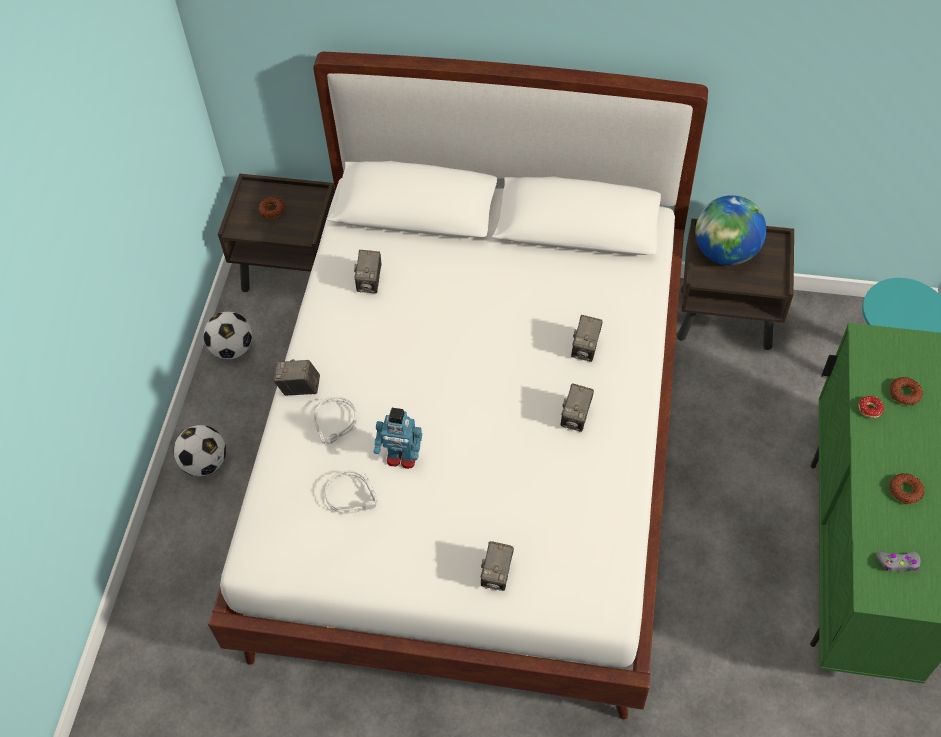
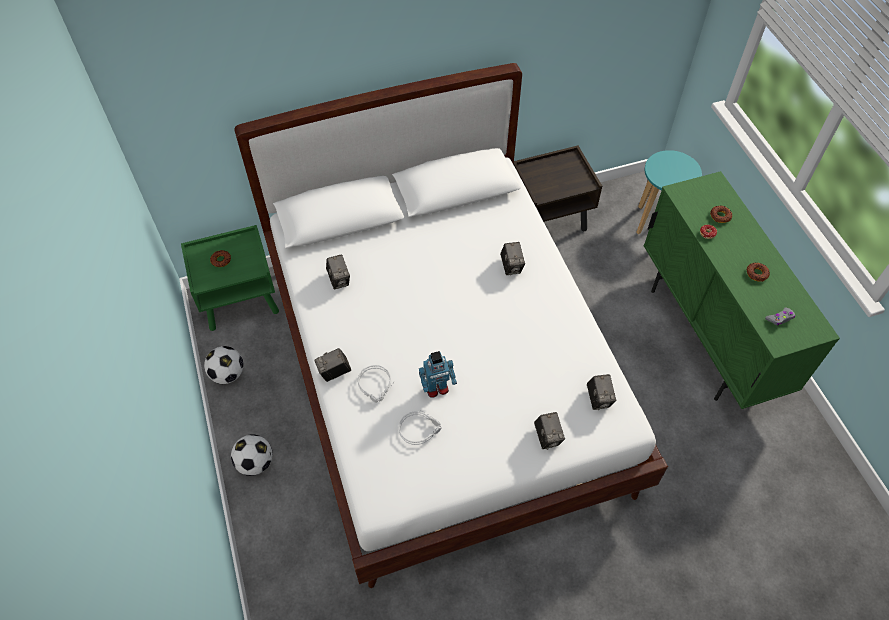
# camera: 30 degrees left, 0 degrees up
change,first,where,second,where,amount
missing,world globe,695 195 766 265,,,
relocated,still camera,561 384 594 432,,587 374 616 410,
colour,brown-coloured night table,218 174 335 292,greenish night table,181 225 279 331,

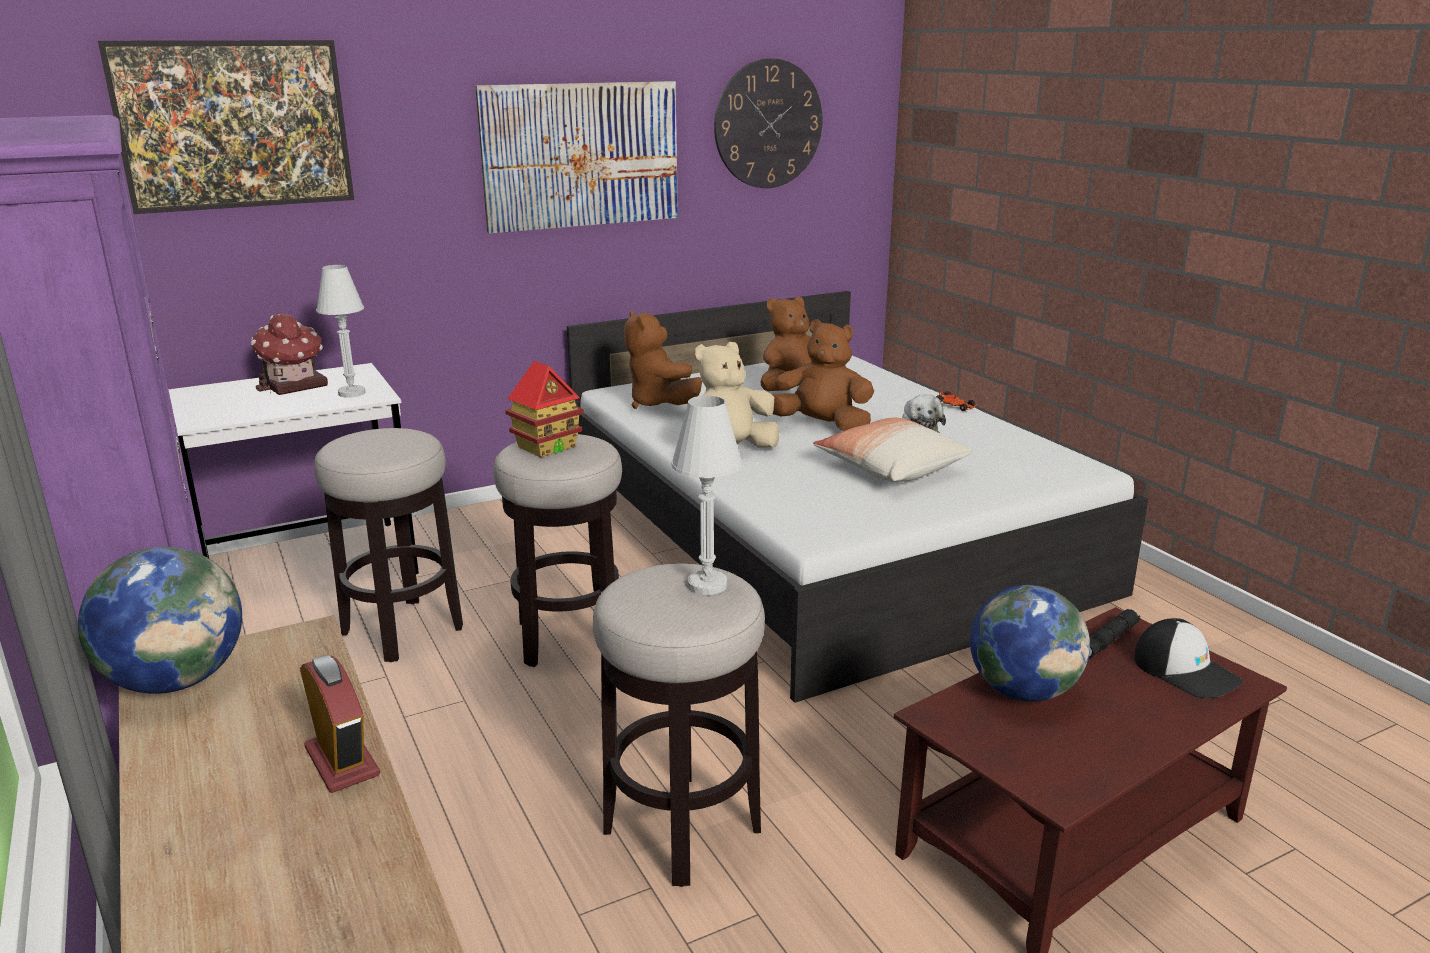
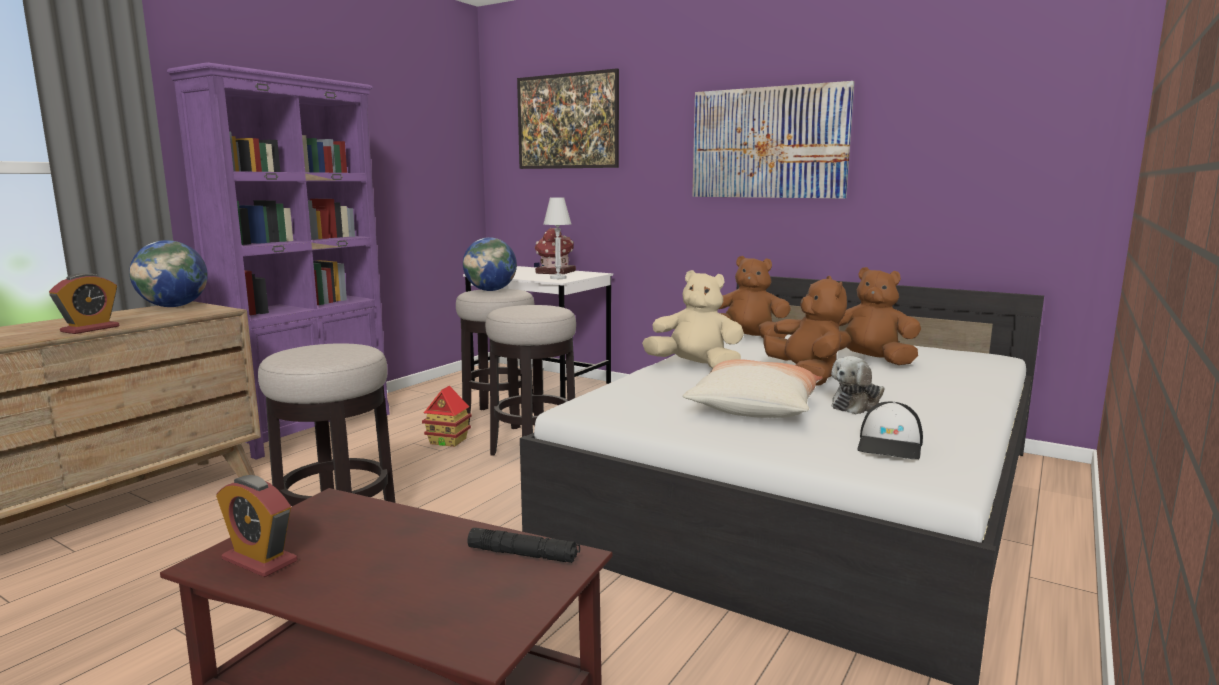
# camera: 60 degrees right, 10 degrees down
change,first,where,second,where,amount
missing,whitish table lamp,671 396 743 595,,,
missing,hanging clock,714 58 823 188,,,
missing,model car,936 391 977 411,,,
appeared,,,bedside clock,216 475 297 577,
relocated,miniature house,505 361 584 457,,422 386 472 447,
relocated,world globe,970 585 1090 702,,463 237 517 291,
relocated,cap,1134 618 1243 698,,857 402 923 459,
spun,brown-coloured cuddly toy,624 310 702 409,,719 256 791 338,75 degrees clockwise

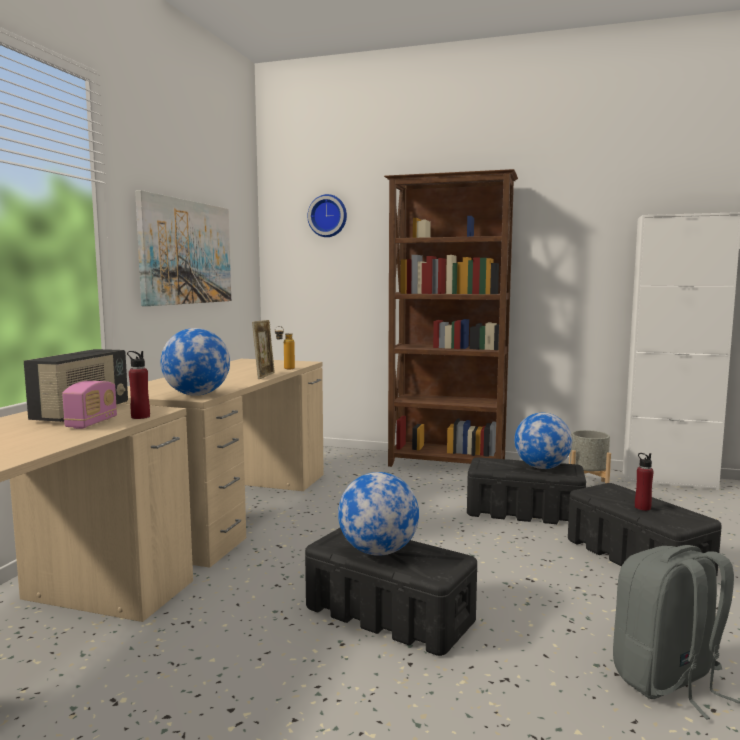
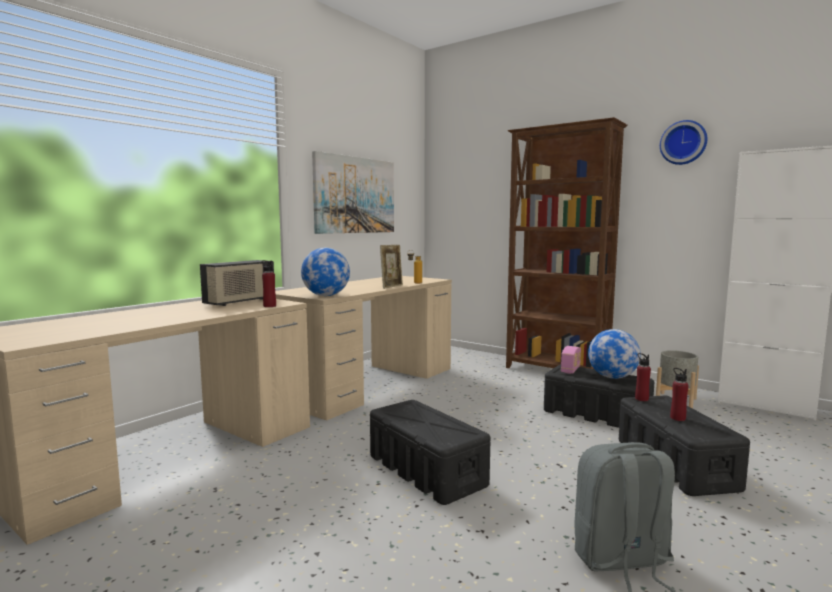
# camera: 20 degrees right, 0 degrees up
change,first,where,second,where,amount
missing,world globe,338 472 419 556,,,
appeared,,,reddish beverage bottle,635 353 651 401,
relocated,radio receiver,62 381 117 429,,561 346 581 374,
relocated,hanging clock,307 194 347 237,,660 120 707 165,

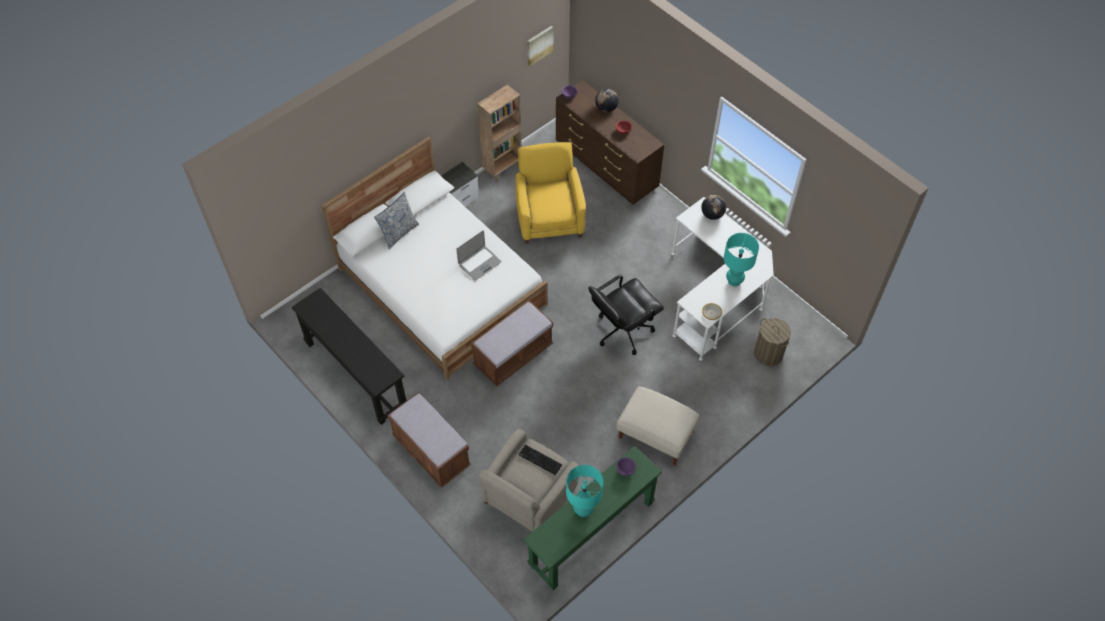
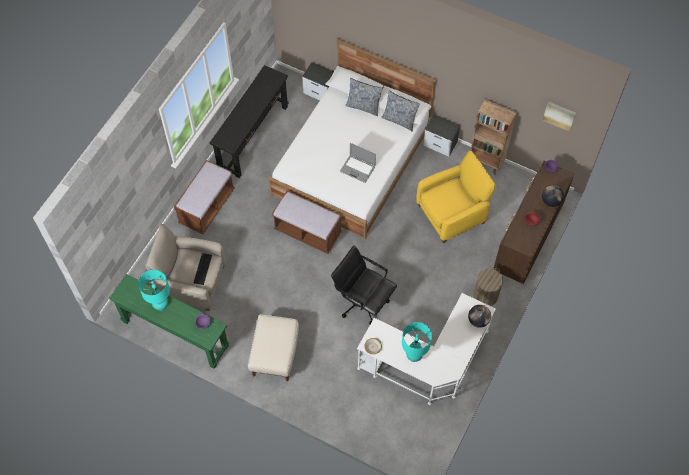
# camera: 70 degrees right, 5 degrees up
change,first,where,second,where,amount
appeared,,,night table,302 62 334 100,
appeared,,,cushion,381 91 420 132,
relocated,washing basket,754 318 791 366,,473 268 503 306,

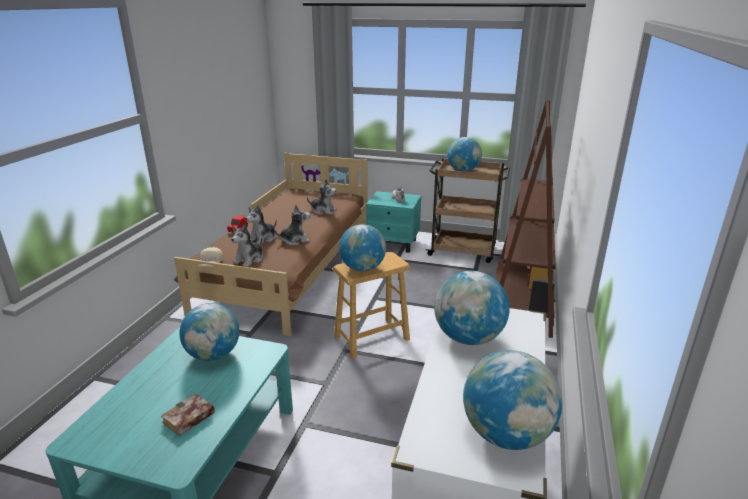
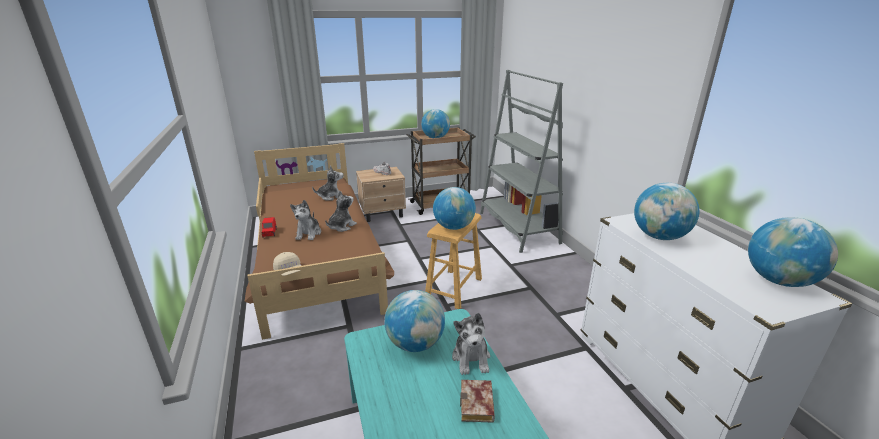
# camera: 35 degrees left, 0 degrees up
change,first,where,second,where,amount
relocated,cuddly toy,231 224 263 267,,452 313 490 375,
colour,turquoise-coloured night table,366 191 421 253,beige-coloured night table,356 167 406 222,
colour,brown-coloured shelving unit,495 100 556 338,grey shelving unit,480 70 563 253,

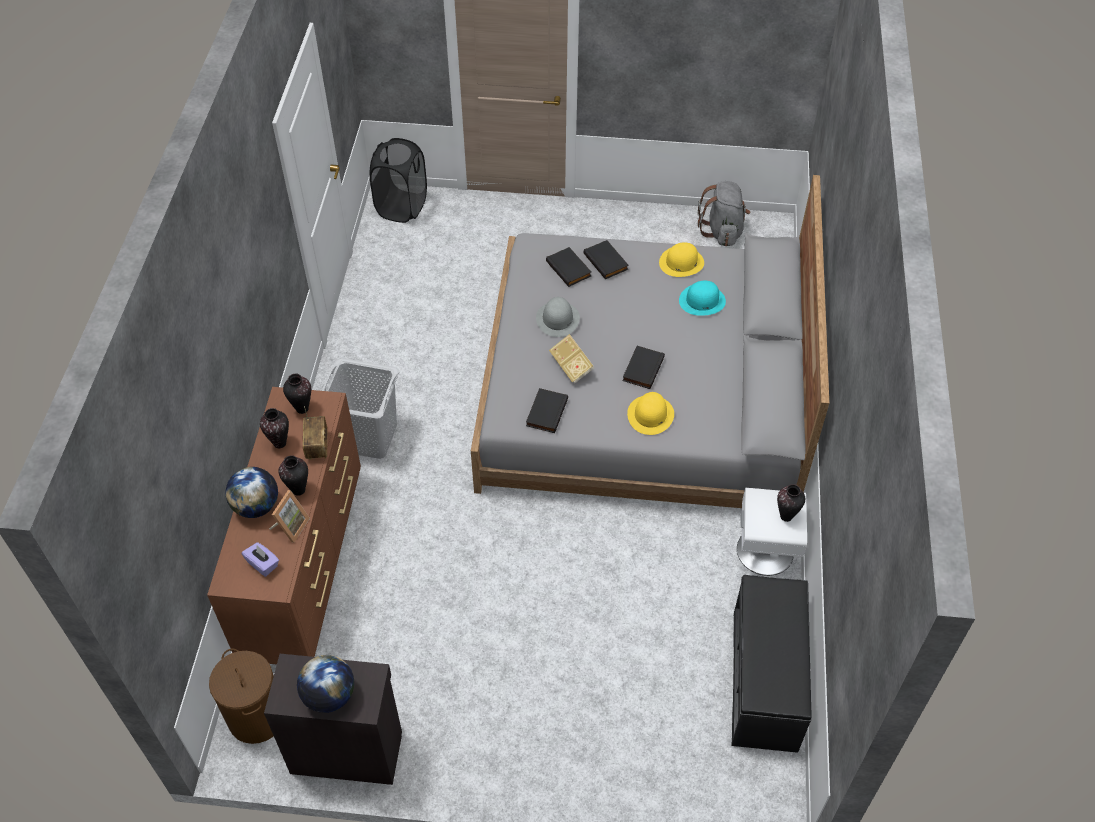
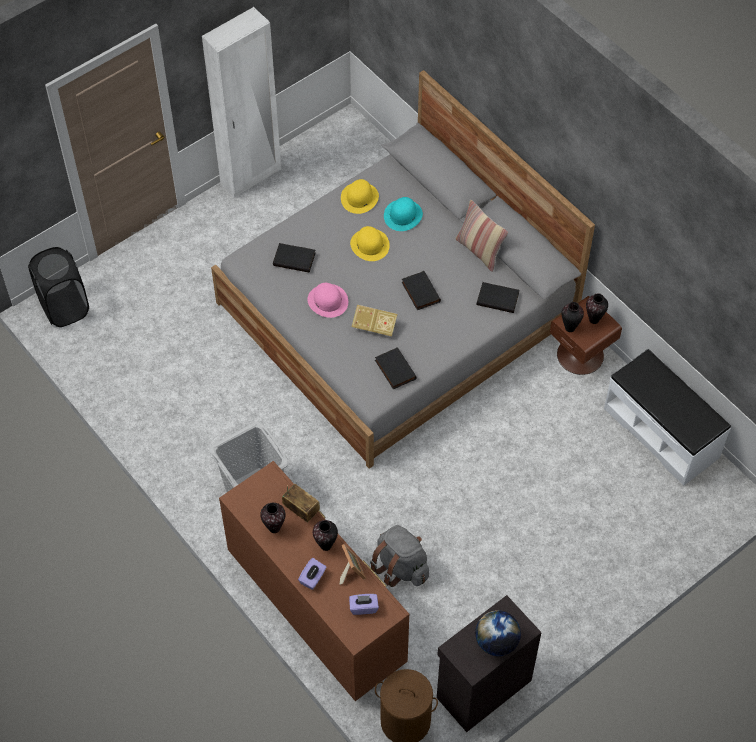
# camera: 45 degrees left, 5 degrees up
change,first,where,second,where,amount
appeared,,,whitish armoire,202 7 281 198,
appeared,,,cushion,455 200 508 272,
relocated,flower vase,283 374 311 414,,562 302 584 332,
relocated,black bound book,584 240 629 279,,477 282 519 313,
relocated,yellow clothing hat,627 392 674 435,,350 226 390 261,
relocated,grey backpack,698 181 750 246,,370 525 429 587,
exchanged,world globe,225 467 278 518,purple-coloured tissue box,298 558 326 590,
colour,grey clothing hat,536 297 580 337,pink-coloured clothing hat,307 283 348 318,
colour,black bench,731 575 812 753,whitish bench,604 349 731 486,
colour,whitish night table,737 488 807 576,brown-coloured night table,550 296 622 375,

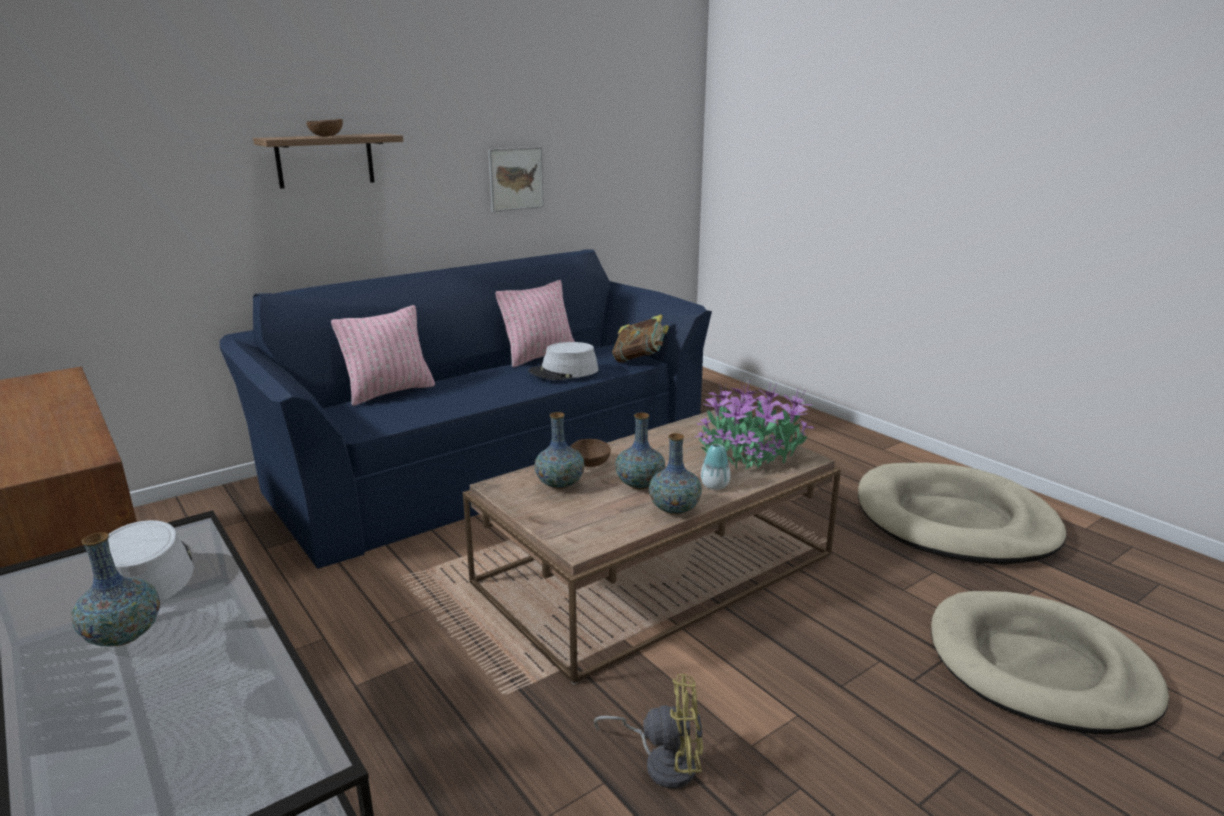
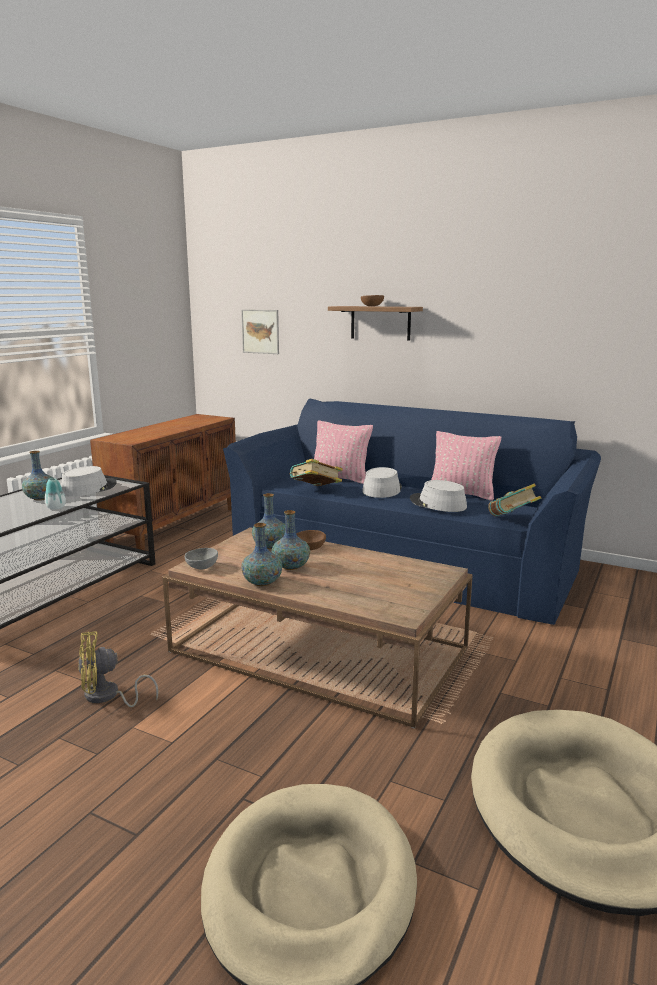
# camera: 65 degrees right, 5 degrees down
change,first,where,second,where,amount
missing,potted plant,695 379 814 471,,,
appeared,,,grey deep dish,185 548 218 569,
appeared,,,bound book,290 459 343 486,
appeared,,,grey clothing hat,362 467 402 498,
relocated,picture,488 147 544 212,,241 309 279 354,
relocated,flower vase,701 444 730 490,,45 478 66 510,
spun,yellow cooling fan,594 674 703 788,,78 631 159 707,90 degrees clockwise

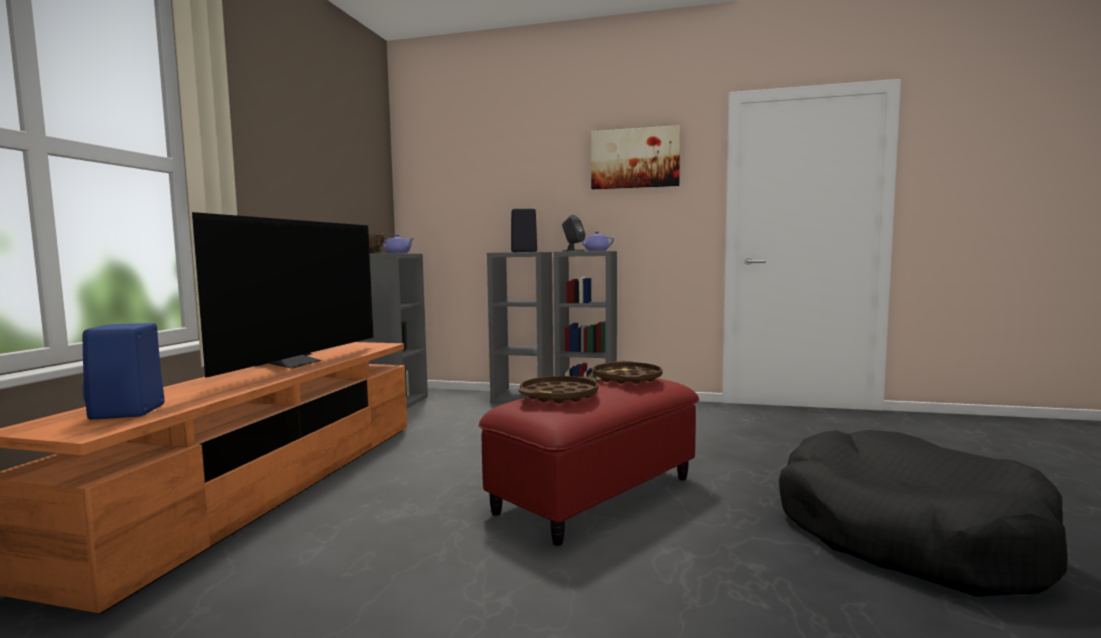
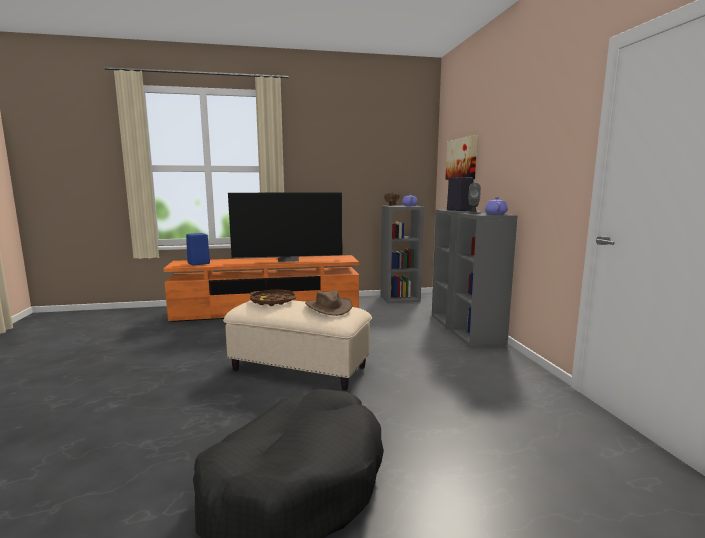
# camera: 65 degrees right, 5 degrees up
change,first,where,second,where,amount
relocated,picture,591 125 680 190,,445 135 478 180,
exchanged,brown-coloured serving tray,593 361 663 384,brown-coloured clothing hat,305 290 353 316,
colour,reddish pouffe,478 378 700 546,beige-coloured pouffe,223 300 372 391,

